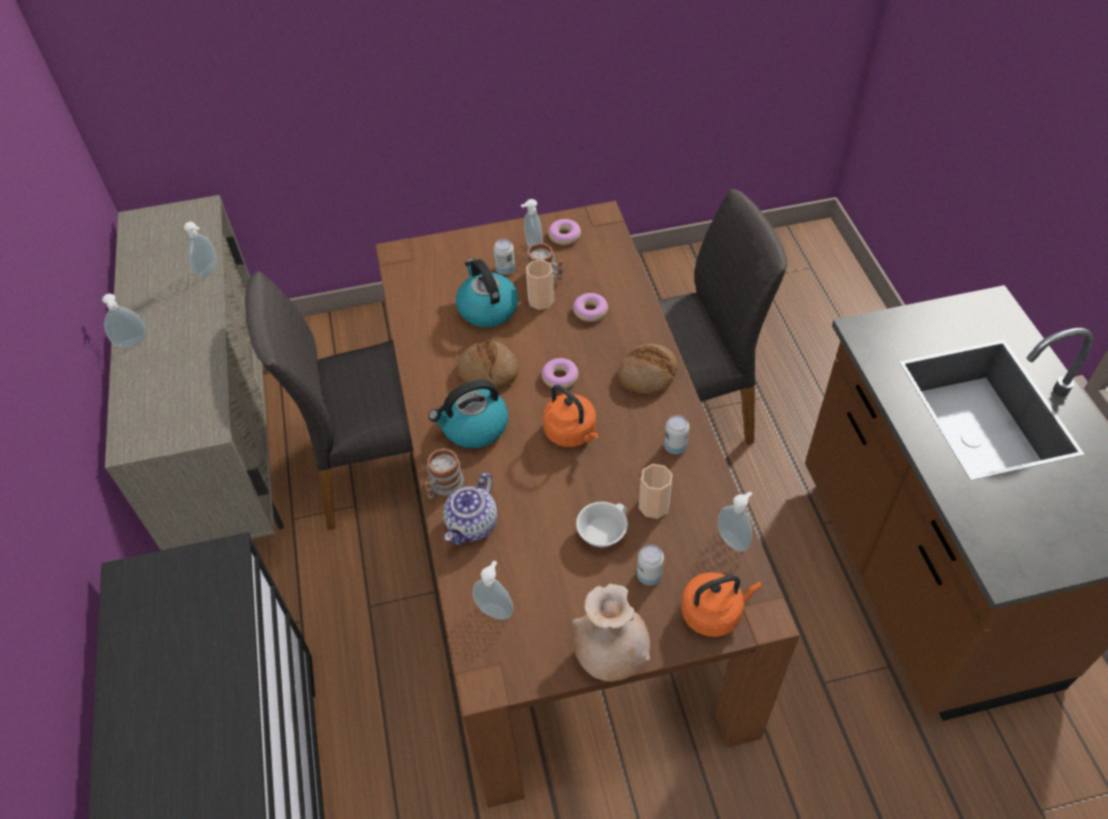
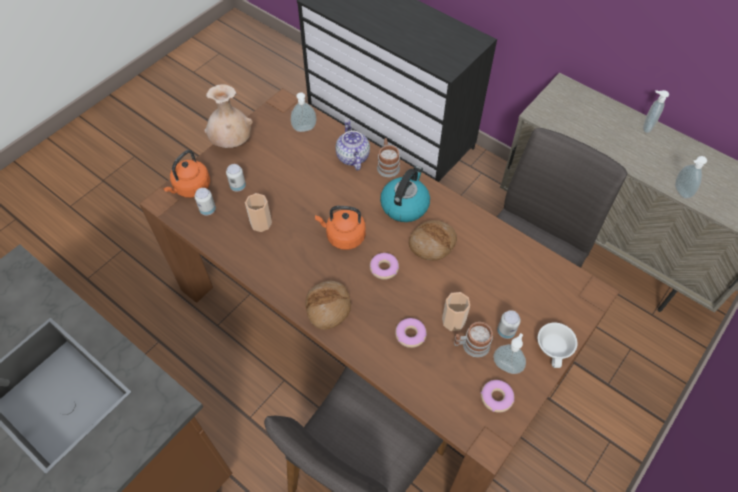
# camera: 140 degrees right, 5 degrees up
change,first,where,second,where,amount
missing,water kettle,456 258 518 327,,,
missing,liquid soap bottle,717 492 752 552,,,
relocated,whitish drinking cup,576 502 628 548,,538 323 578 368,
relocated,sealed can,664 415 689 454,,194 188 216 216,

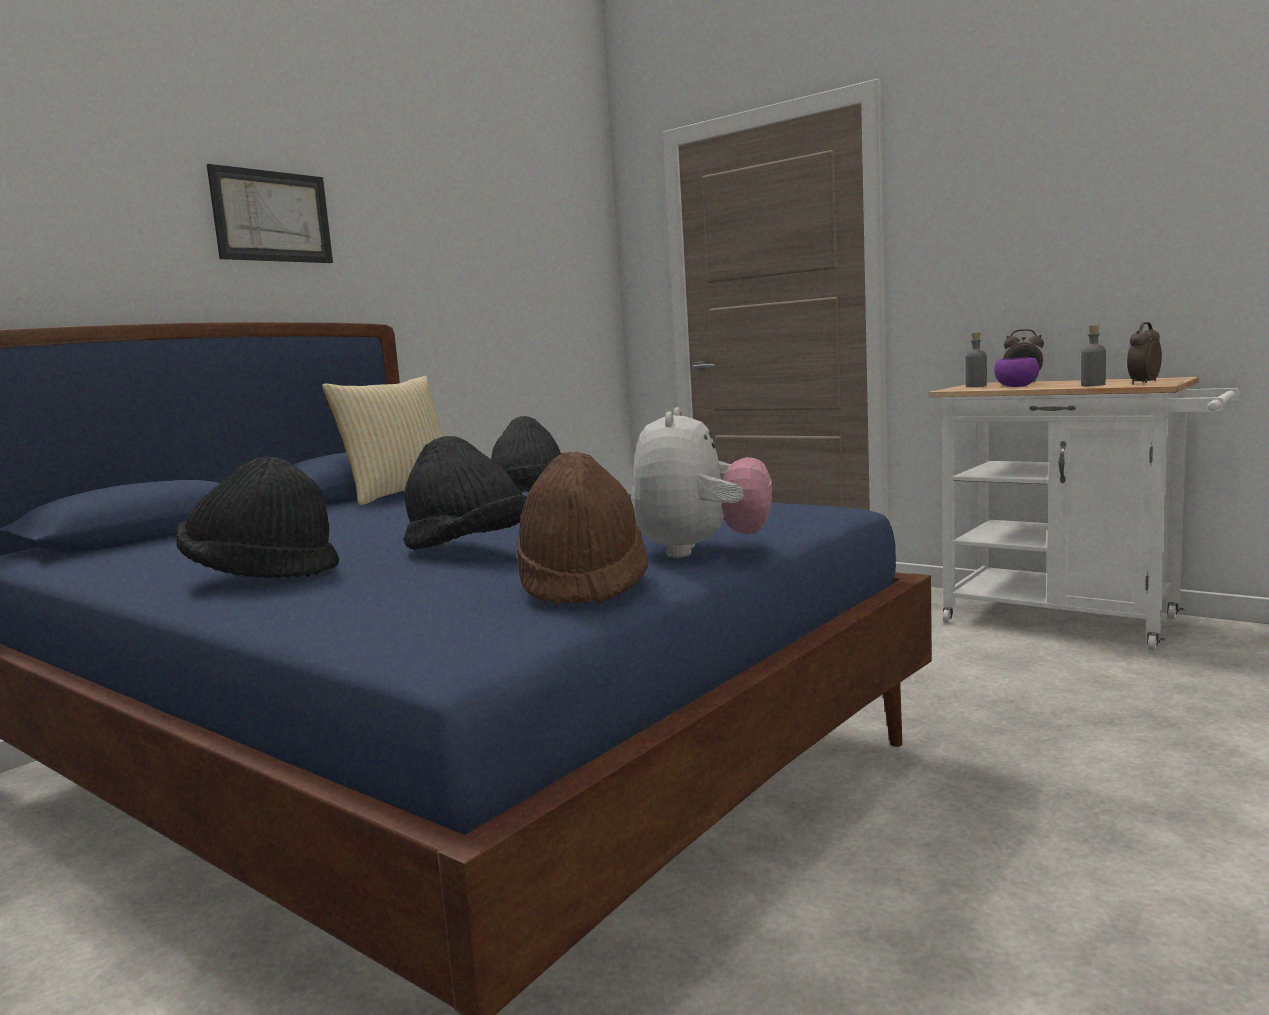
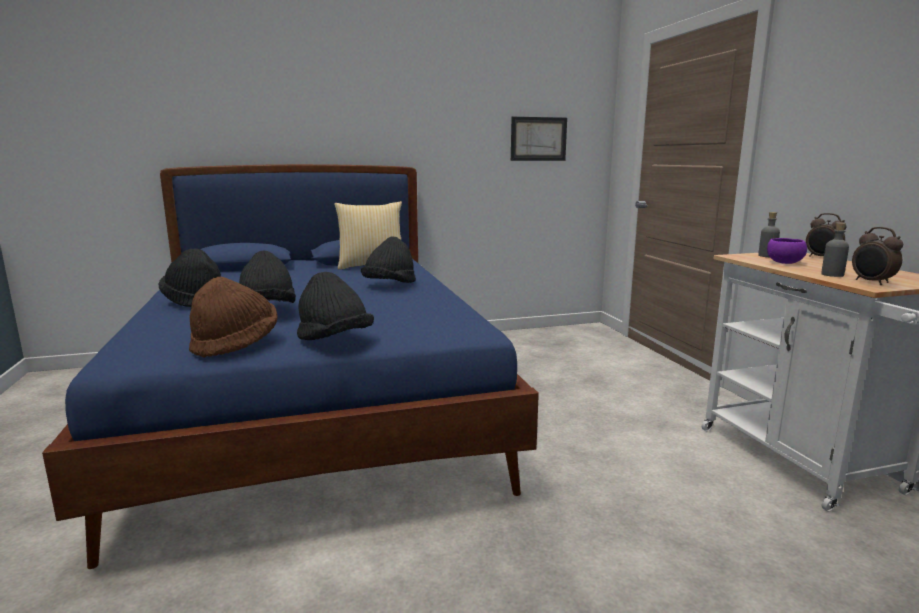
# camera: 35 degrees right, 5 degrees up
change,first,where,second,where,amount
relocated,picture,207 164 333 263,,511 117 567 161,
exchanged,cuddly toy,631 407 772 558,black clothing hat,297 272 374 340,
spun,bedside clock,1127 322 1162 385,,852 227 903 285,105 degrees counterclockwise

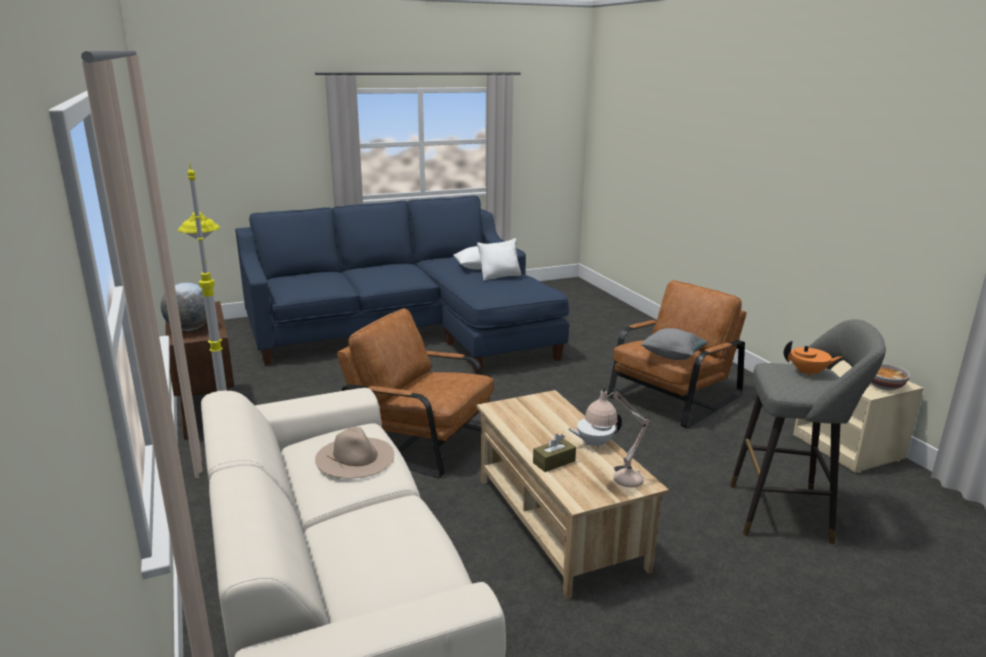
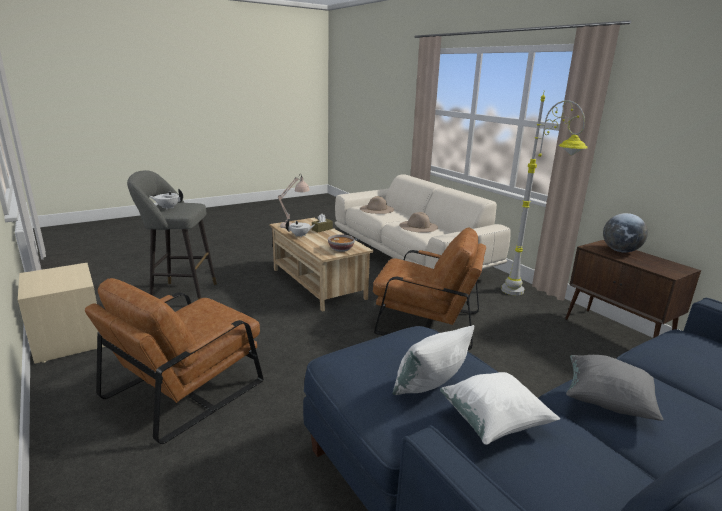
# camera: 170 degrees right, 0 degrees up
change,first,where,second,where,amount
appeared,,,beige-coloured clothing hat,360 196 394 214,
relocated,grey cushion,640 328 708 360,,566 355 664 421,
relocated,deep dish,871 363 910 390,,328 234 355 252,
colour,orangey tea pot,784 341 842 377,whitish tea pot,149 188 183 210,

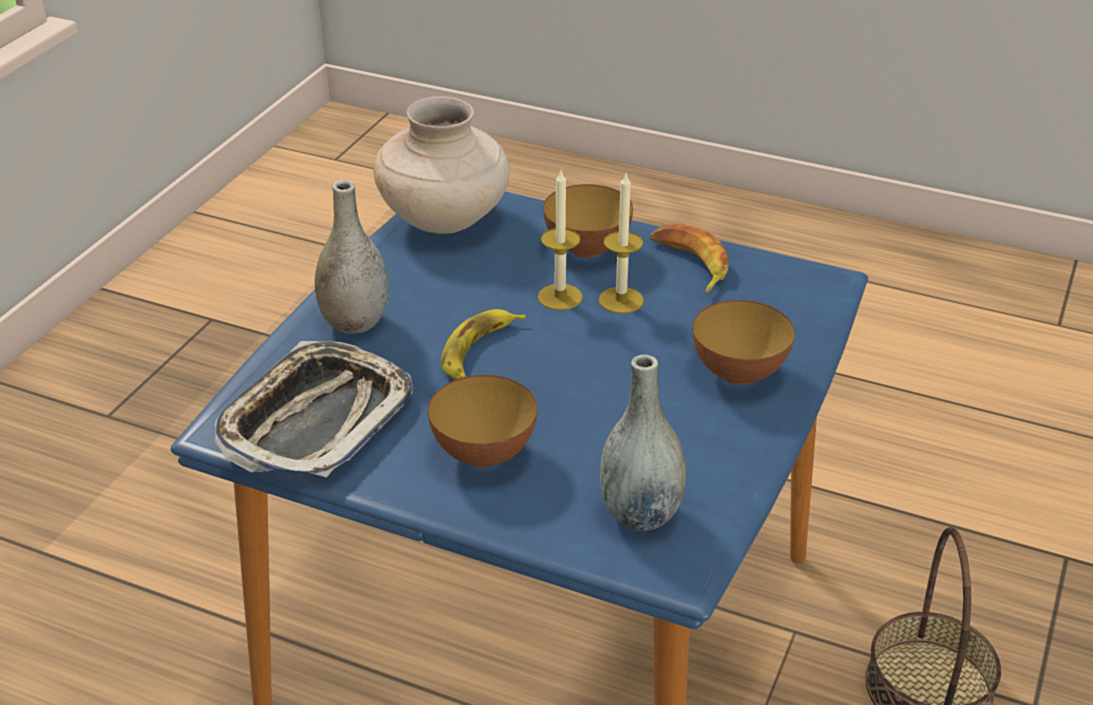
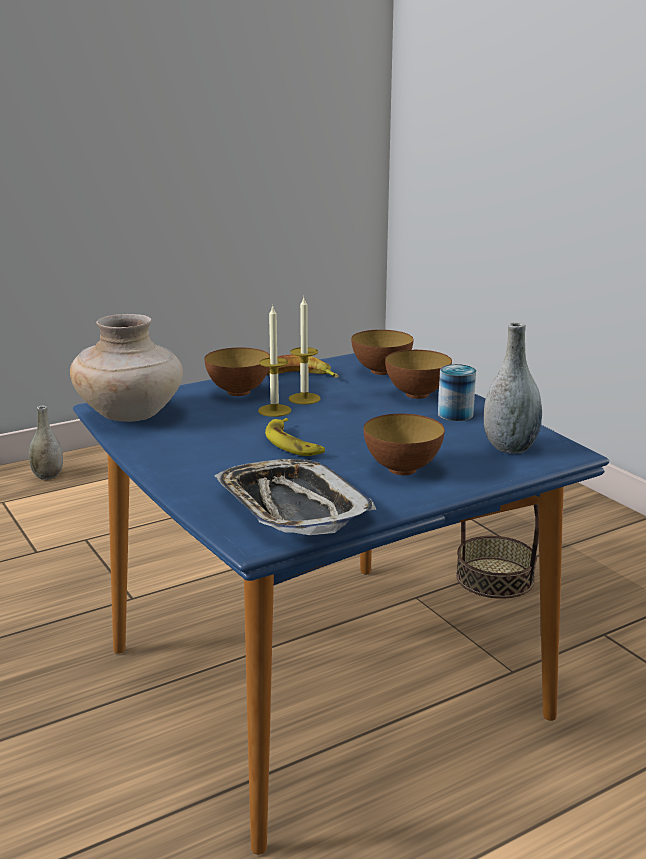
# camera: 55 degrees left, 15 degrees down
change,first,where,second,where,amount
appeared,,,deep dish,351 330 414 375,
appeared,,,sealed can,438 364 476 421,
relocated,grey flower vase,315 180 388 334,,29 406 63 480,

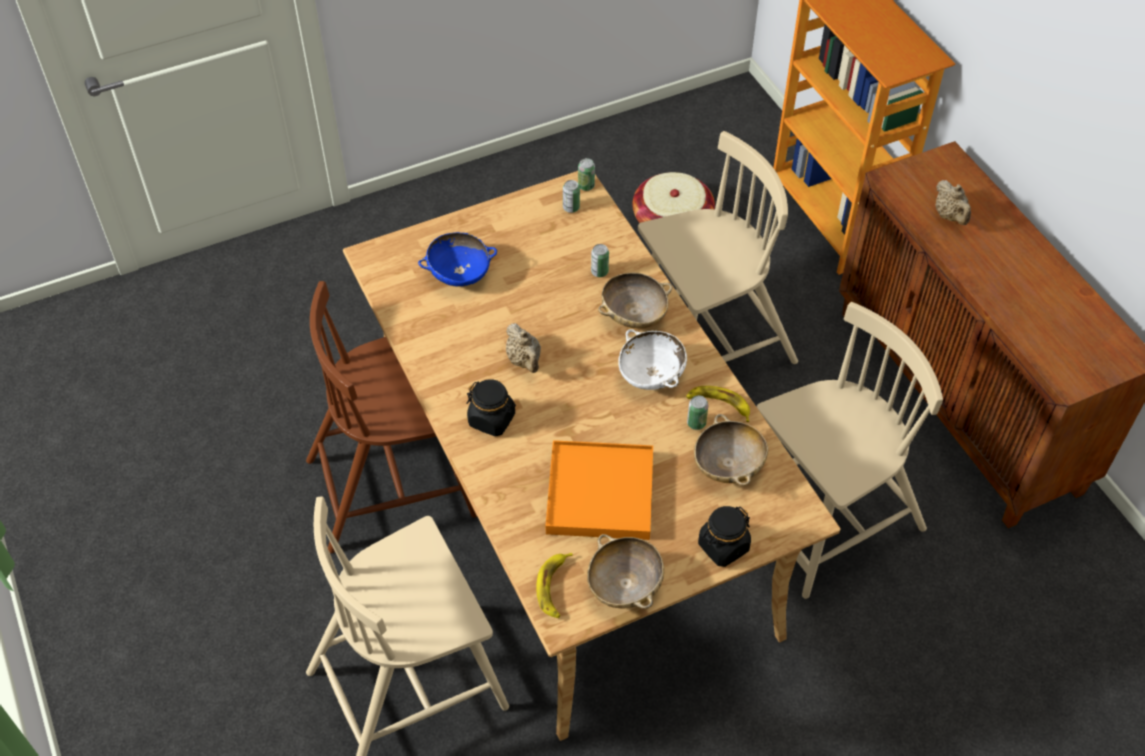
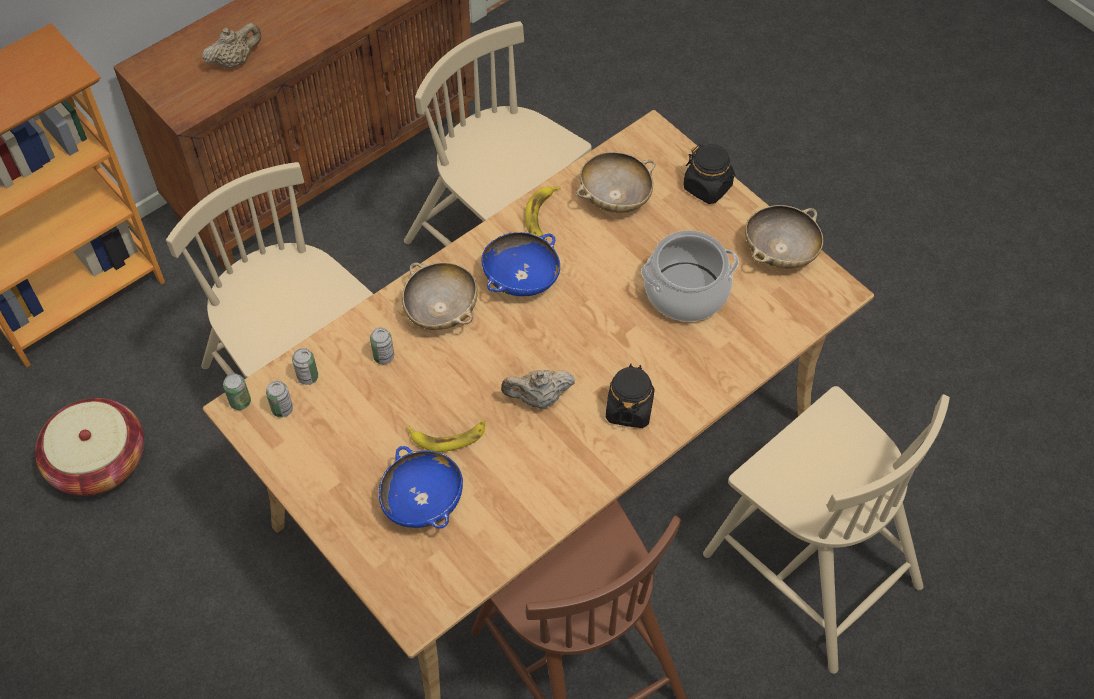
# camera: 105 degrees left, 5 degrees up
change,first,where,second,where,amount
relocated,banana,536 552 573 618,,407 420 485 452,
relocated,sealed can,687 395 708 430,,292 348 318 385,
exchanged,orangey serving tray,545 440 653 540,saucepot,641 230 739 322,
colour,whitish deep dish,618 329 687 390,blue deep dish,482 232 560 296,
spun,beige-coloured tea pot,506 323 541 373,,501 370 575 409,150 degrees counterclockwise

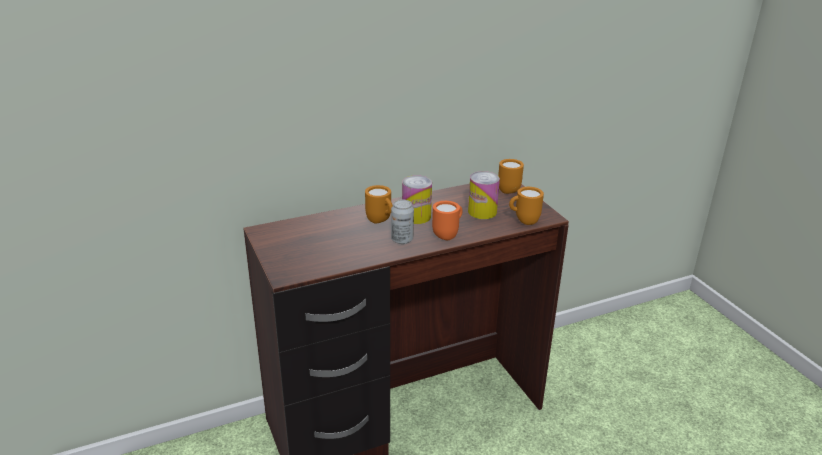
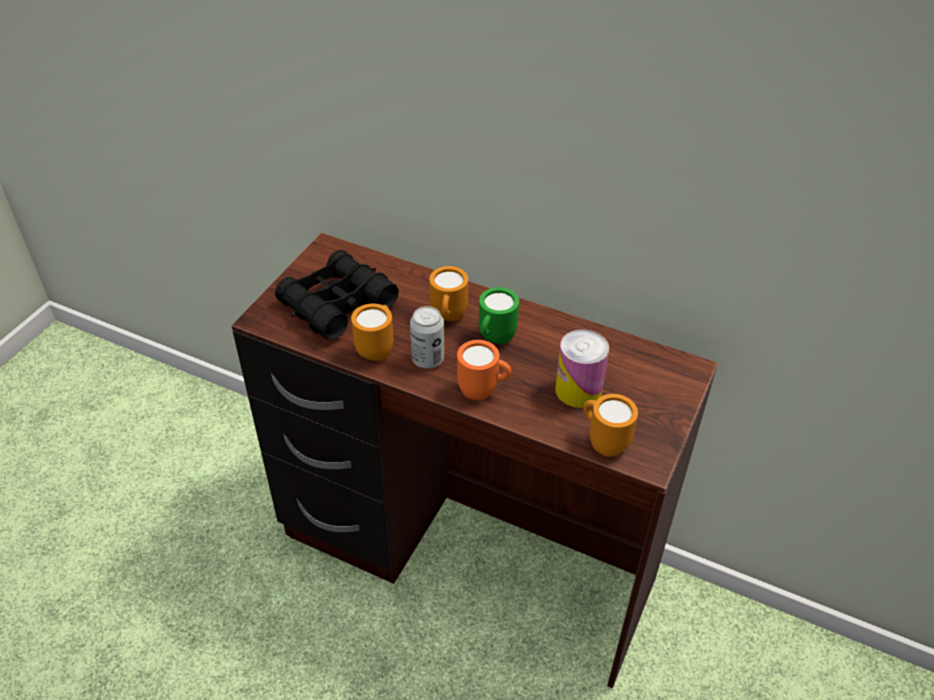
# camera: 50 degrees right, 15 degrees up
change,first,where,second,where,amount
appeared,,,black pair of binoculars,275 250 399 340,
relocated,orangey tea mug,498 159 524 194,,351 303 393 361,
exchanged,sealed can,402 175 432 224,greenish tea mug,479 287 519 344,

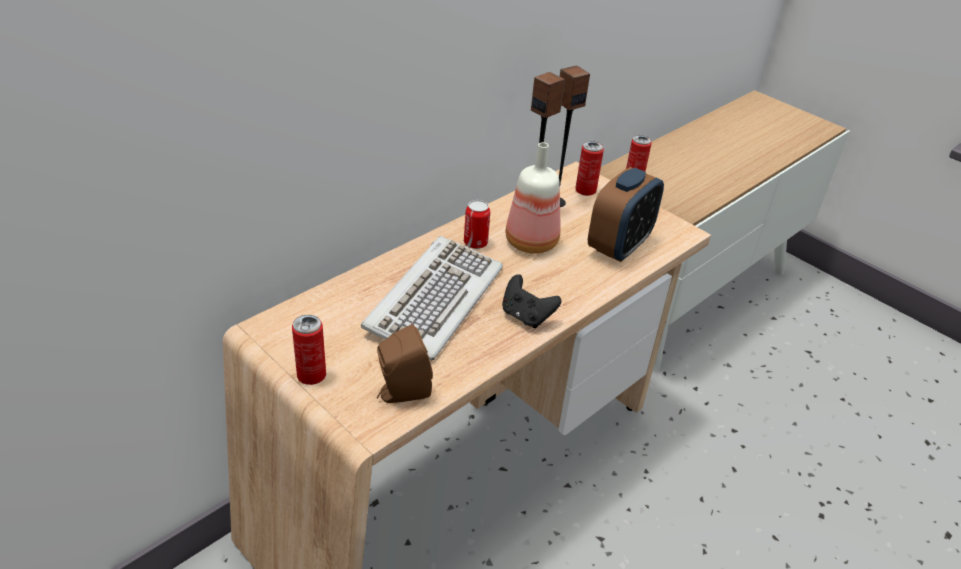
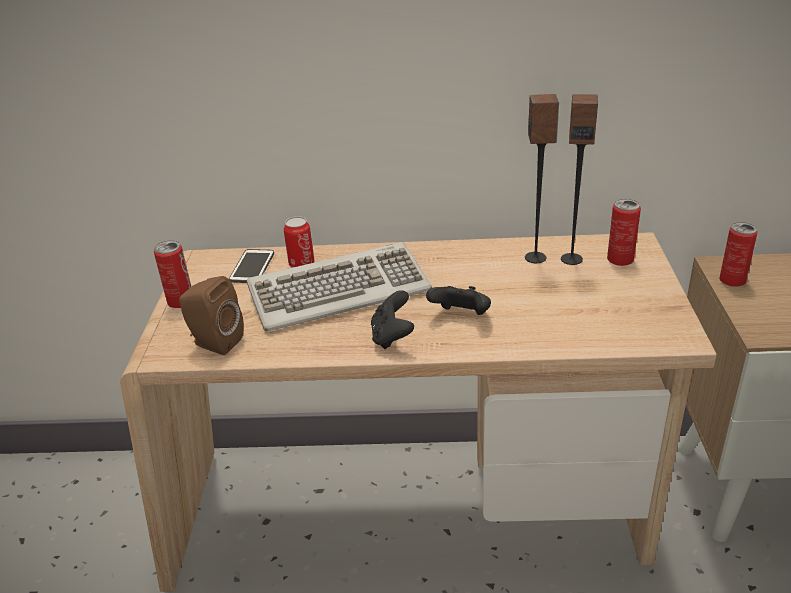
# camera: 50 degrees right, 5 degrees down
change,first,where,second,where,amount
missing,beverage bottle,505 142 561 254,,,
missing,bedside clock,588 167 664 262,,,
appeared,,,handset,229 249 274 283,
appeared,,,black game controller,426 286 491 315,
relocated,sealed can,464 200 490 249,,283 216 314 268,

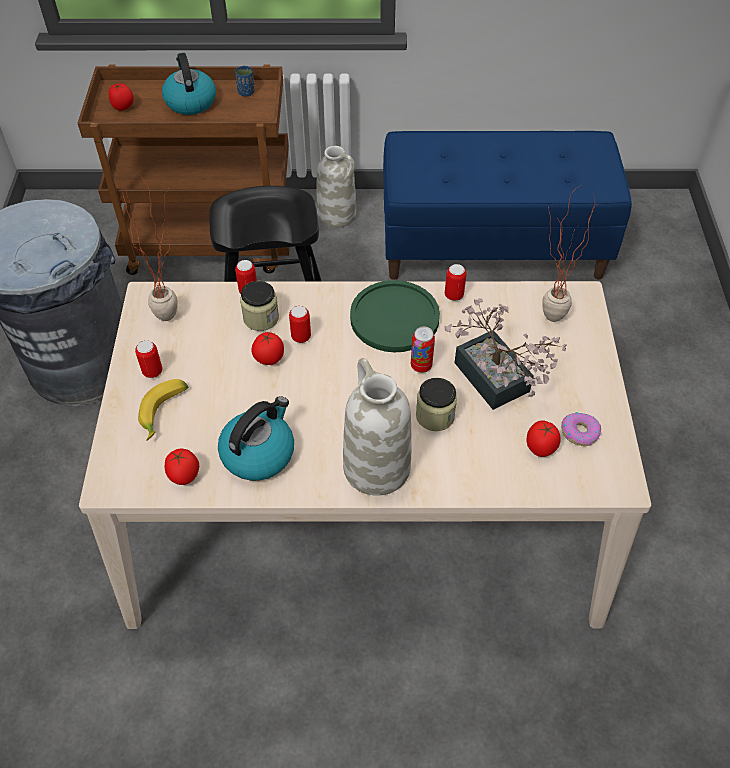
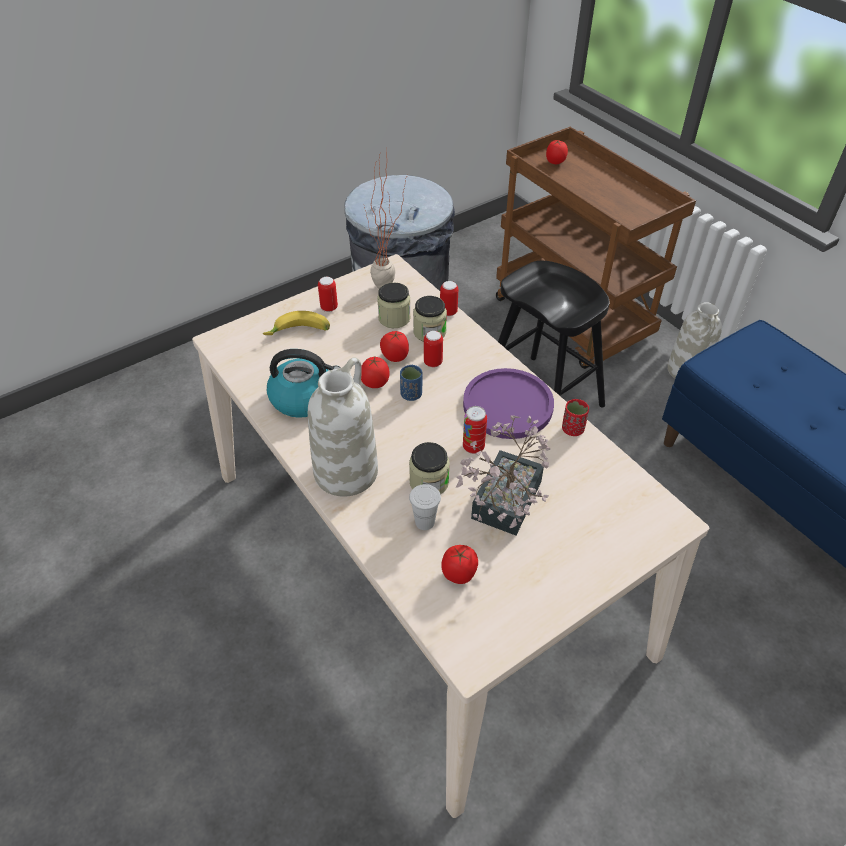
# camera: 55 degrees right, 5 degrees down
change,first,where,second,where,amount
missing,water kettle,162 53 216 115,,,
missing,potted plant,542 186 599 322,,,
missing,ring doughnut,561 412 601 446,,,
appeared,,,jar,377 283 411 328,
appeared,,,whitish drinking cup,409 484 441 530,
relocated,tomato,165 449 199 485,,361 357 390 388,
relocated,blue drinking cup,235 66 255 97,,400 365 422 401,
exchanged,sealed can,445 264 467 301,reddish drinking cup,562 399 589 436,
colour,greenish plate,350 280 440 352,purple-coloured plate,463 368 554 439,

